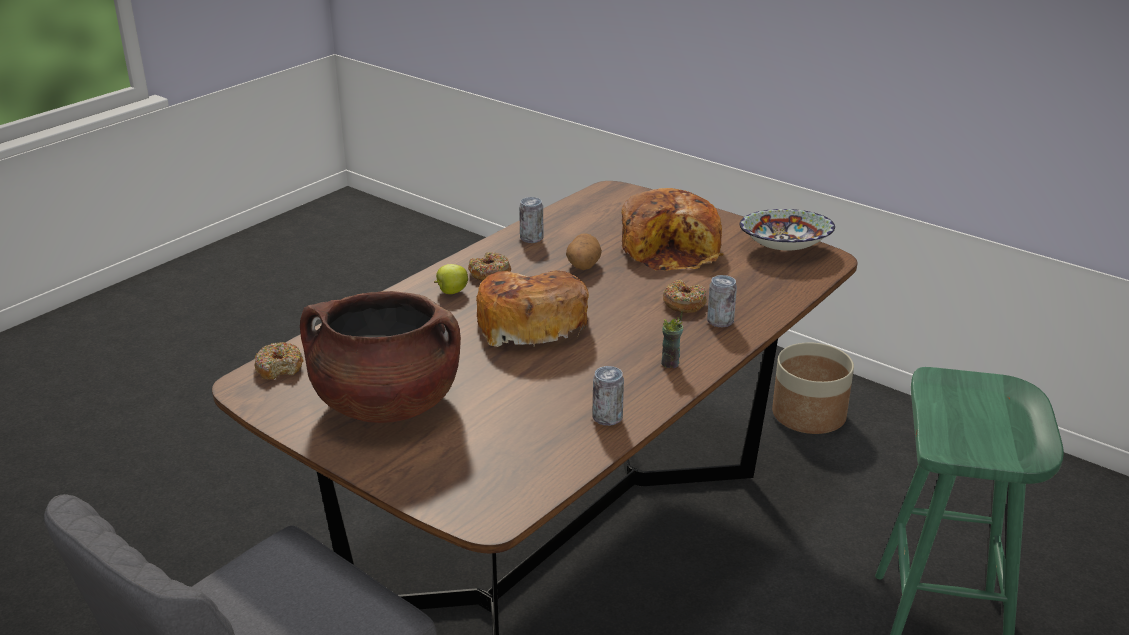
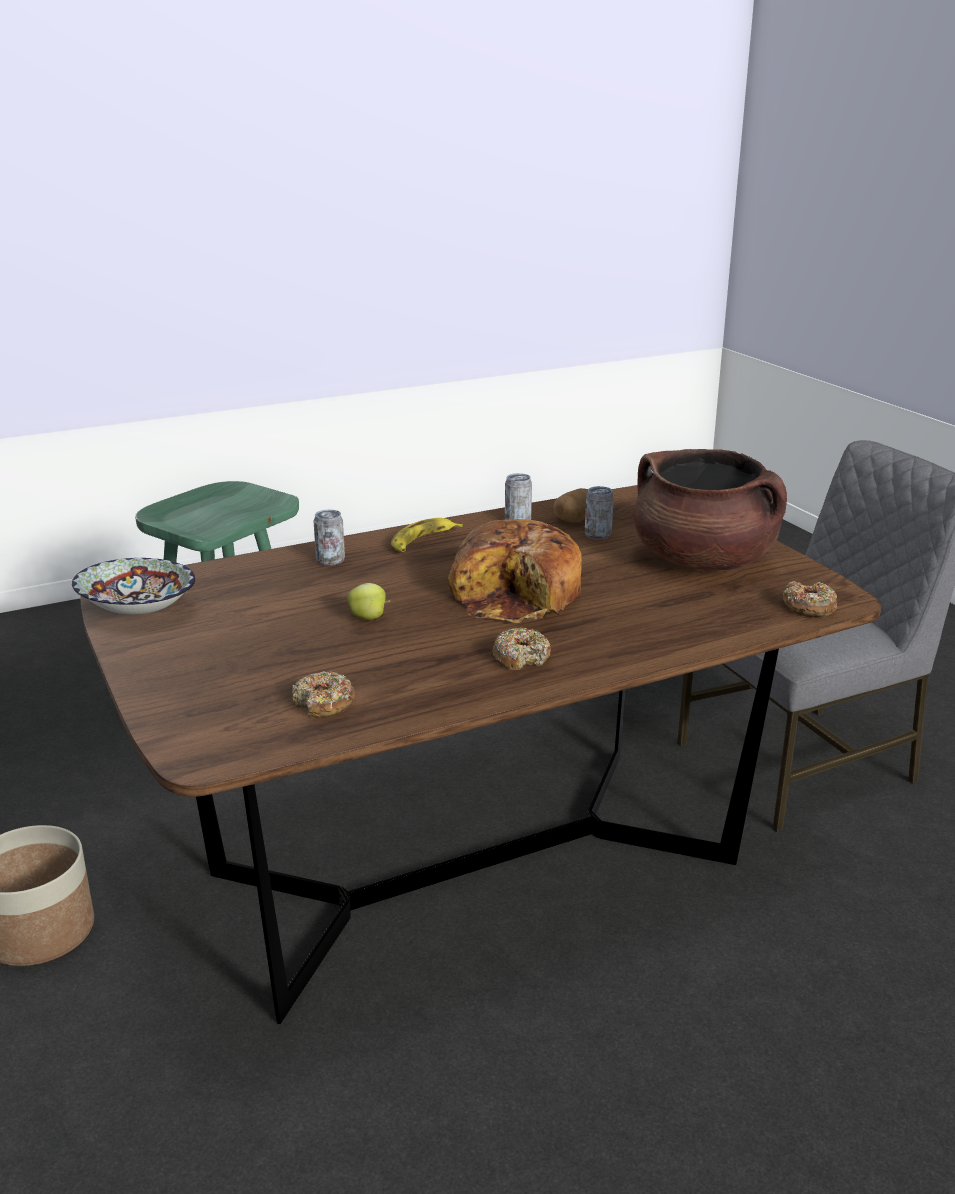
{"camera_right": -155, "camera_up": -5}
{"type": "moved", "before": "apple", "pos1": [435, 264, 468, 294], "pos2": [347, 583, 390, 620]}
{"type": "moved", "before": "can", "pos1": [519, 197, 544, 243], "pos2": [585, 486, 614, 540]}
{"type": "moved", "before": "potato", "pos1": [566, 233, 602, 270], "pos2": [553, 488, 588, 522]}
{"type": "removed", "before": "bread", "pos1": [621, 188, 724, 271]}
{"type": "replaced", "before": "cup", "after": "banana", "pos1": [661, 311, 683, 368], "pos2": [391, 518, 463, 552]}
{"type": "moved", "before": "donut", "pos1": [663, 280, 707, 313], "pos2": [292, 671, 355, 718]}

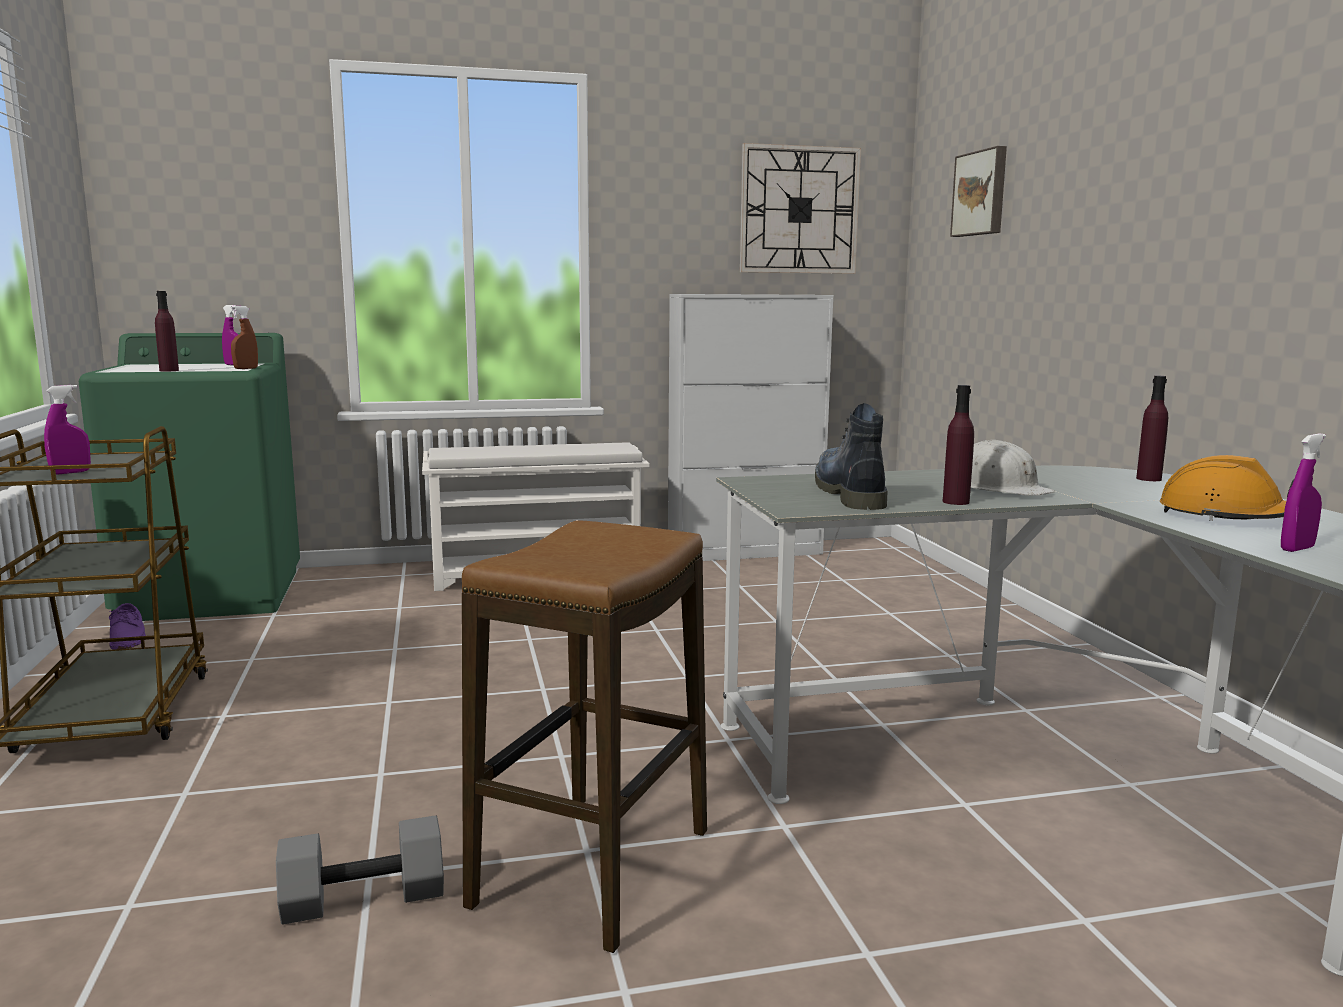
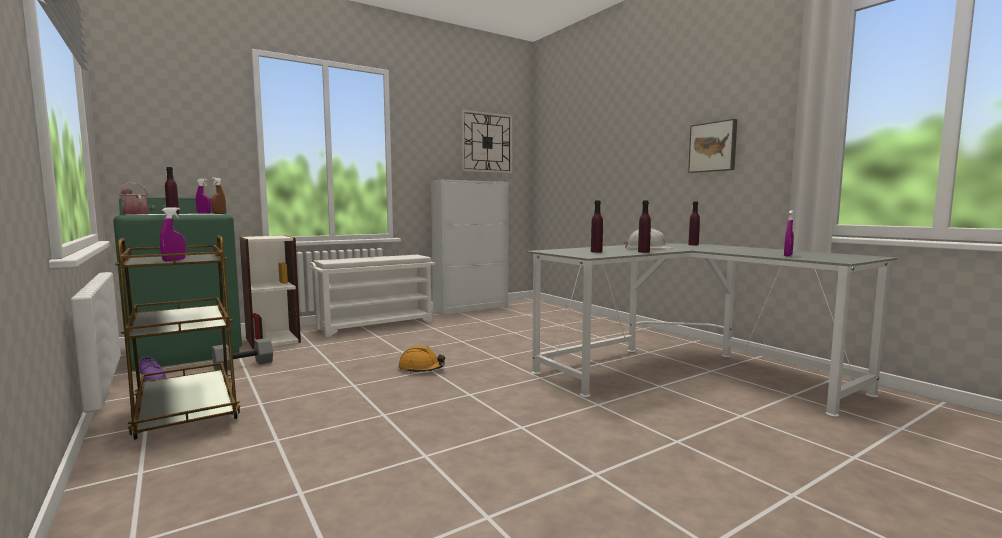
{"camera_right": -20, "camera_up": -5}
{"type": "moved", "before": "dumbbell in grey", "pos1": [276, 815, 444, 925], "pos2": [212, 338, 273, 370]}
{"type": "removed", "before": "stool", "pos1": [462, 520, 707, 953]}
{"type": "replaced", "before": "boot", "after": "bottle in purple", "pos1": [815, 403, 888, 510], "pos2": [591, 201, 603, 253]}
{"type": "moved", "before": "picture", "pos1": [950, 146, 1007, 237], "pos2": [688, 119, 737, 173]}
{"type": "moved", "before": "hard hat in orange", "pos1": [1160, 455, 1294, 521], "pos2": [398, 346, 445, 373]}
{"type": "added", "after": "watering can", "pos2": [119, 183, 148, 215]}
{"type": "added", "after": "bookcase", "pos2": [239, 235, 301, 349]}

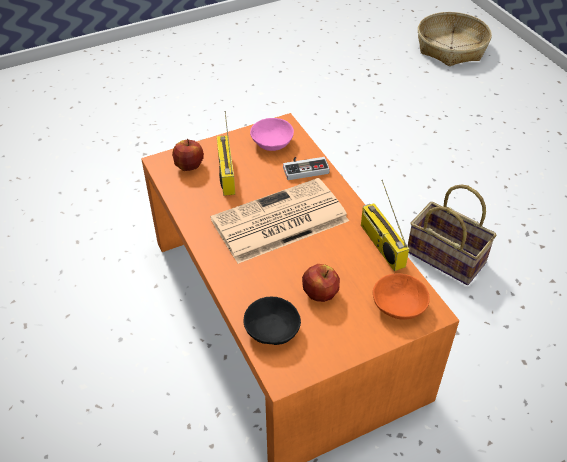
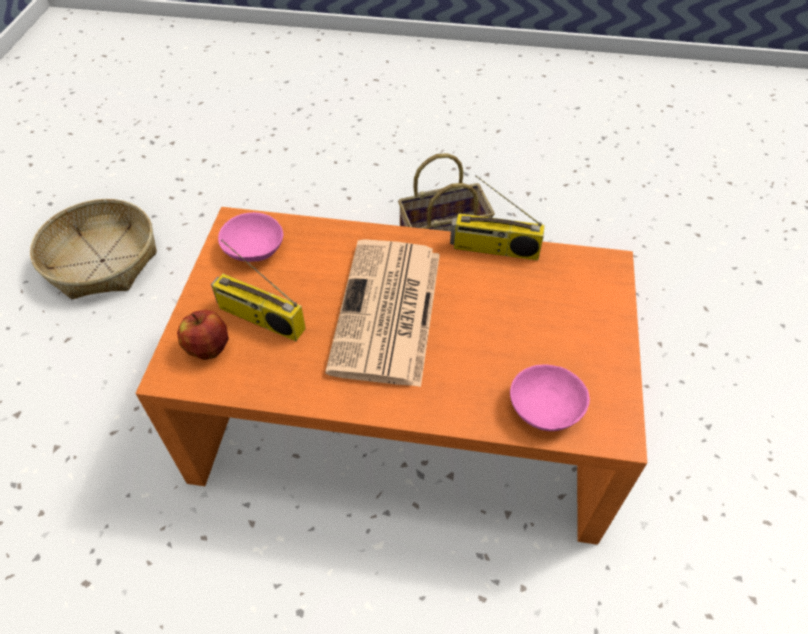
{"camera_right": -55, "camera_up": 5}
{"type": "recoloured", "before": "bowl in black", "after": "bowl in pink", "pos1": [243, 297, 301, 345], "pos2": [510, 364, 590, 431]}
{"type": "removed", "before": "game controller", "pos1": [283, 157, 330, 180]}
{"type": "removed", "before": "apple", "pos1": [302, 264, 340, 302]}
{"type": "removed", "before": "bowl in orange", "pos1": [373, 273, 430, 320]}
{"type": "moved", "before": "basket", "pos1": [418, 12, 492, 66], "pos2": [30, 199, 157, 299]}

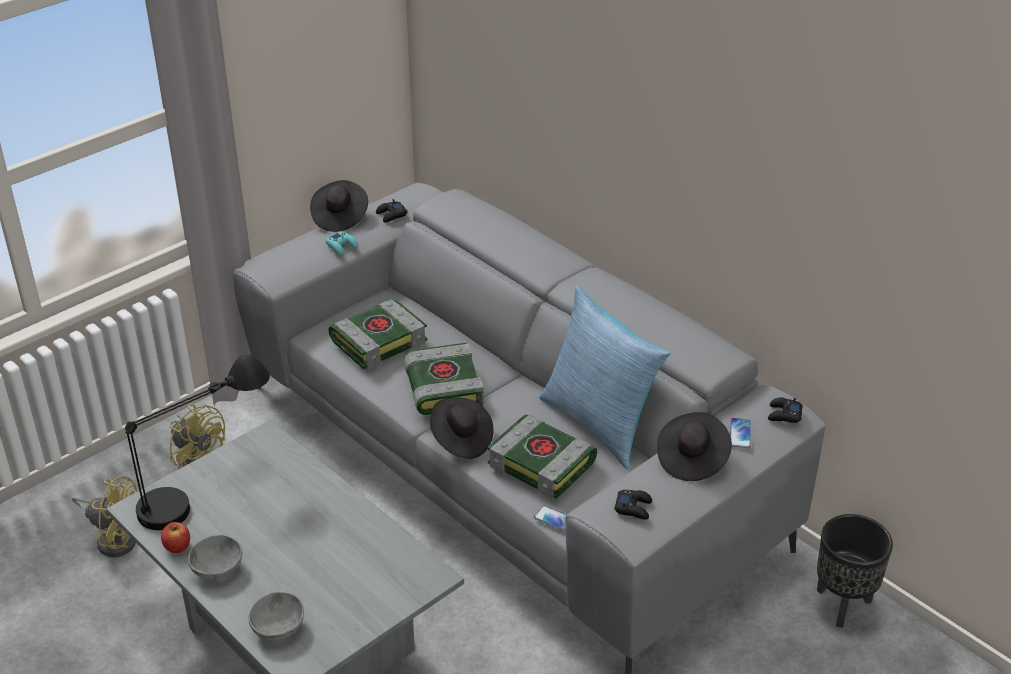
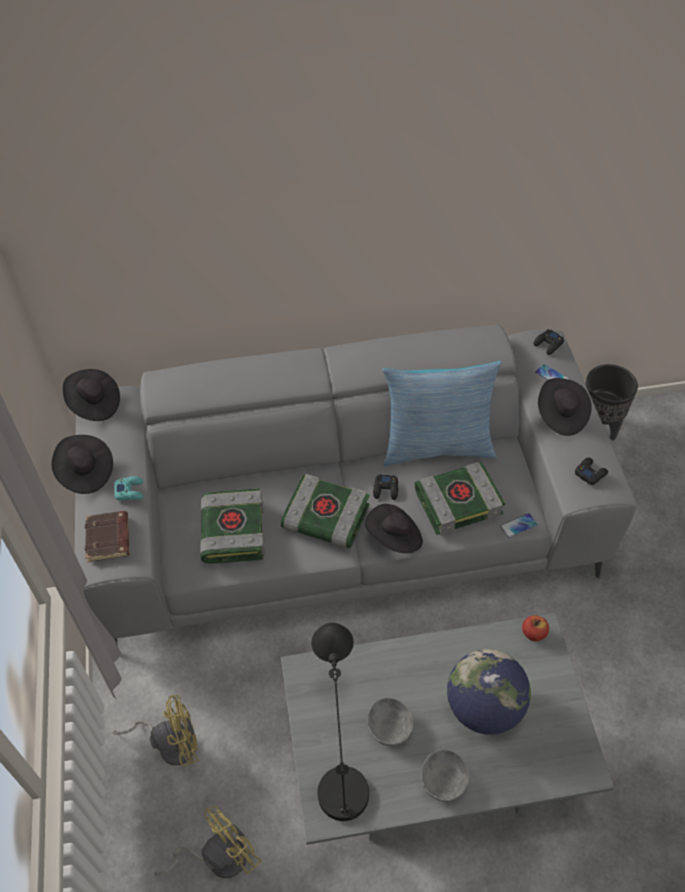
{"camera_right": -55, "camera_up": 15}
{"type": "moved", "before": "apple", "pos1": [161, 522, 190, 553], "pos2": [522, 615, 549, 641]}
{"type": "moved", "before": "bowl in grey", "pos1": [248, 592, 304, 641], "pos2": [367, 697, 414, 746]}
{"type": "moved", "before": "game controller in black", "pos1": [376, 199, 407, 223], "pos2": [373, 474, 398, 500]}
{"type": "added", "after": "hat in black", "pos2": [63, 369, 120, 421]}
{"type": "added", "after": "book in brown", "pos2": [85, 511, 129, 562]}
{"type": "added", "after": "globe", "pos2": [447, 649, 531, 735]}

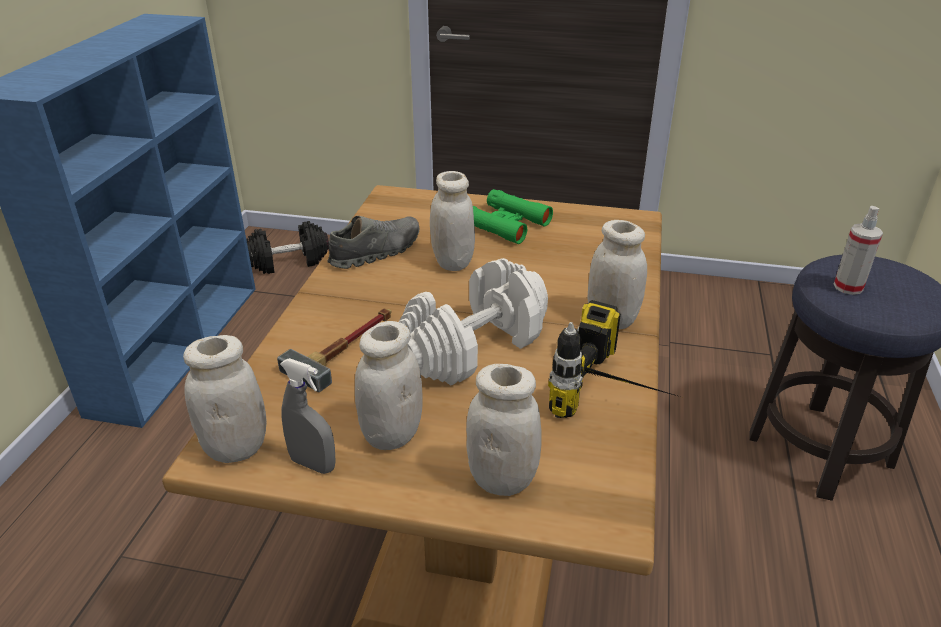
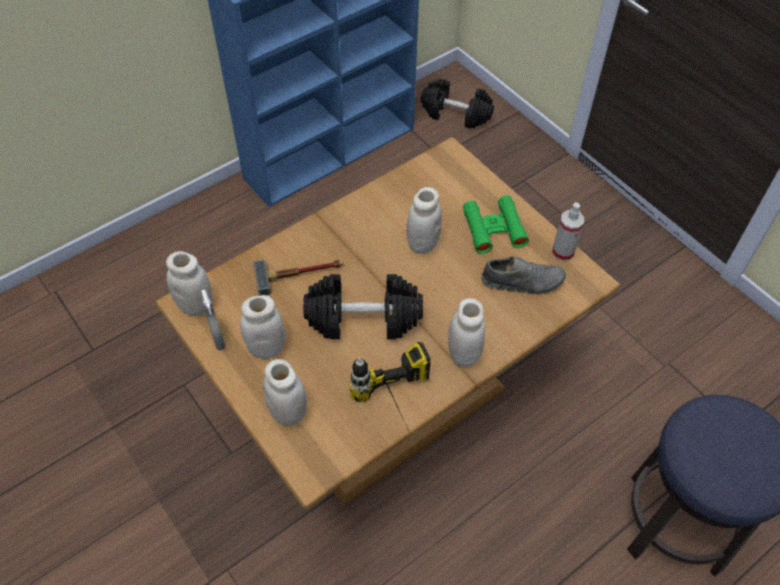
{"camera_right": 40, "camera_up": 20}
{"type": "moved", "before": "shoe in grey", "pos1": [328, 216, 419, 269], "pos2": [481, 257, 566, 295]}
{"type": "recoloured", "before": "dumbbell in white", "after": "dumbbell in black", "pos1": [399, 258, 548, 386], "pos2": [303, 274, 423, 339]}
{"type": "moved", "before": "spray bottle", "pos1": [834, 206, 883, 295], "pos2": [552, 202, 584, 261]}

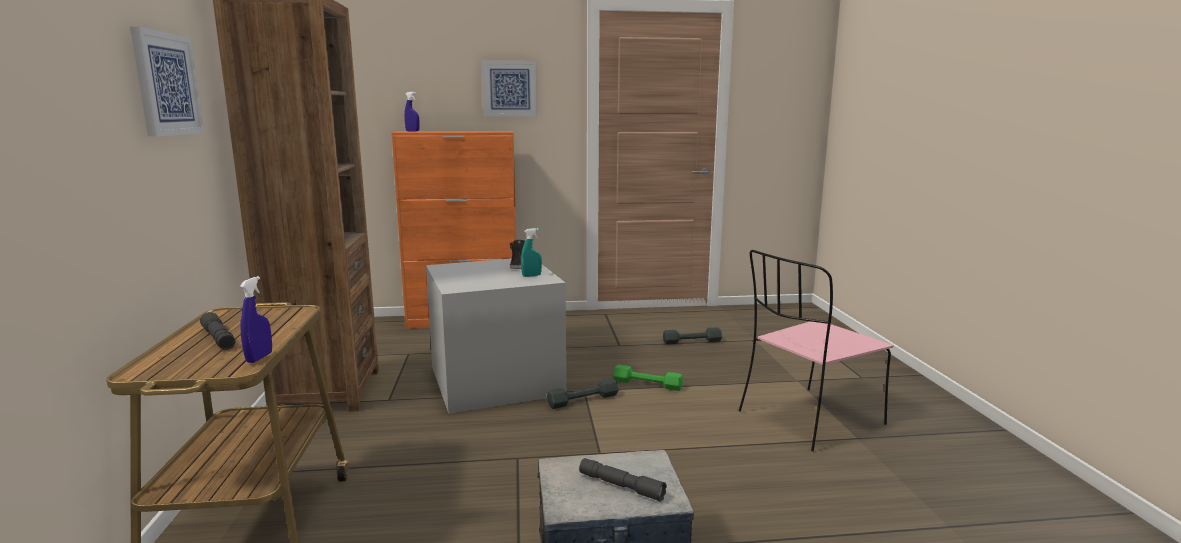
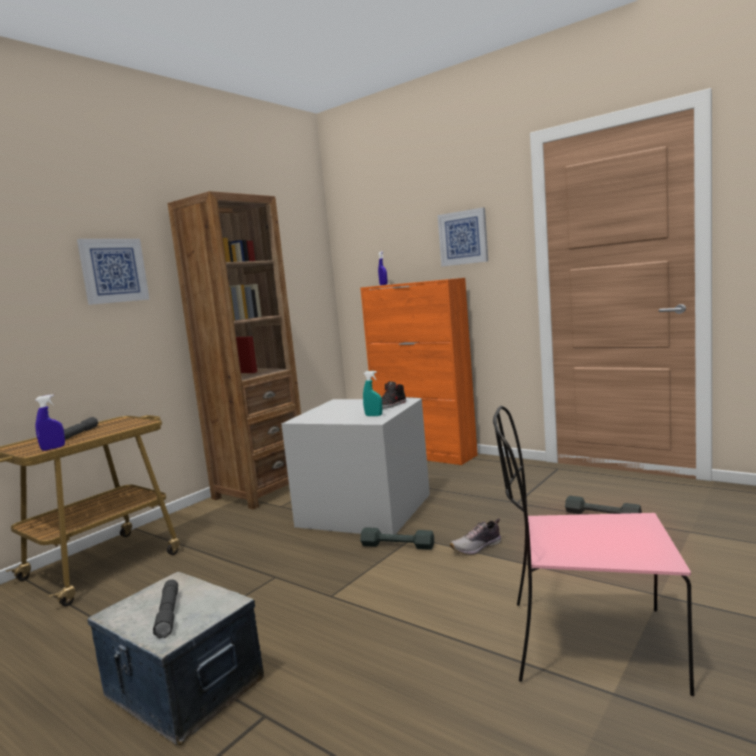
{"camera_right": 45, "camera_up": -5}
{"type": "replaced", "before": "dumbbell in green", "after": "shoe", "pos1": [613, 364, 683, 391], "pos2": [450, 518, 501, 555]}

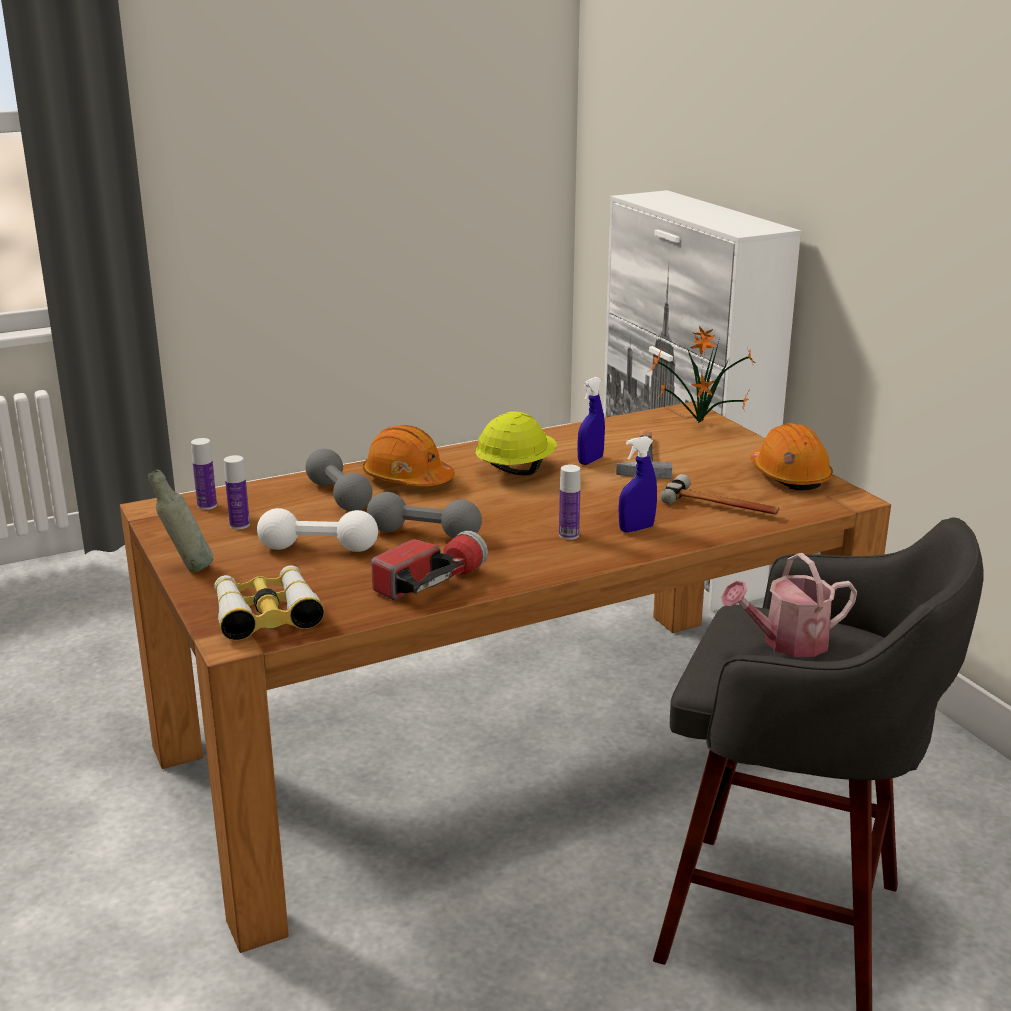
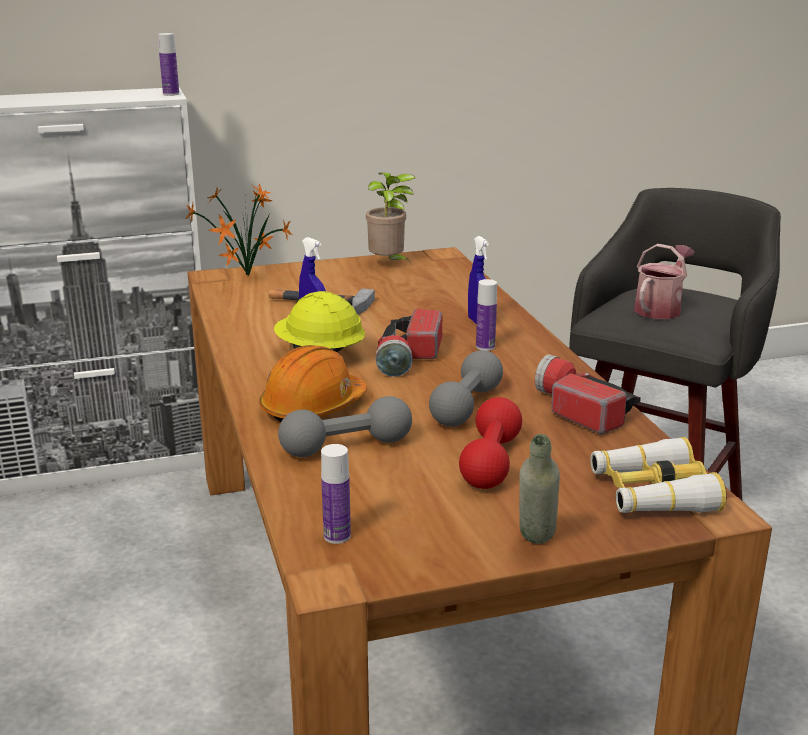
{"camera_right": -80, "camera_up": 0}
{"type": "moved", "before": "bottle", "pos1": [224, 455, 250, 529], "pos2": [158, 33, 179, 96]}
{"type": "recoloured", "before": "dumbbell in white", "after": "dumbbell in red", "pos1": [257, 508, 378, 552], "pos2": [459, 397, 522, 489]}
{"type": "removed", "before": "hammer", "pos1": [661, 474, 779, 514]}
{"type": "turned", "before": "watering can", "pos1": [721, 553, 857, 657], "pos2": [634, 244, 695, 319], "turn": -135}
{"type": "replaced", "before": "hard hat in orange", "after": "potted plant", "pos1": [750, 423, 833, 490], "pos2": [366, 173, 416, 263]}
{"type": "added", "after": "flashlight", "pos2": [376, 309, 442, 377]}

